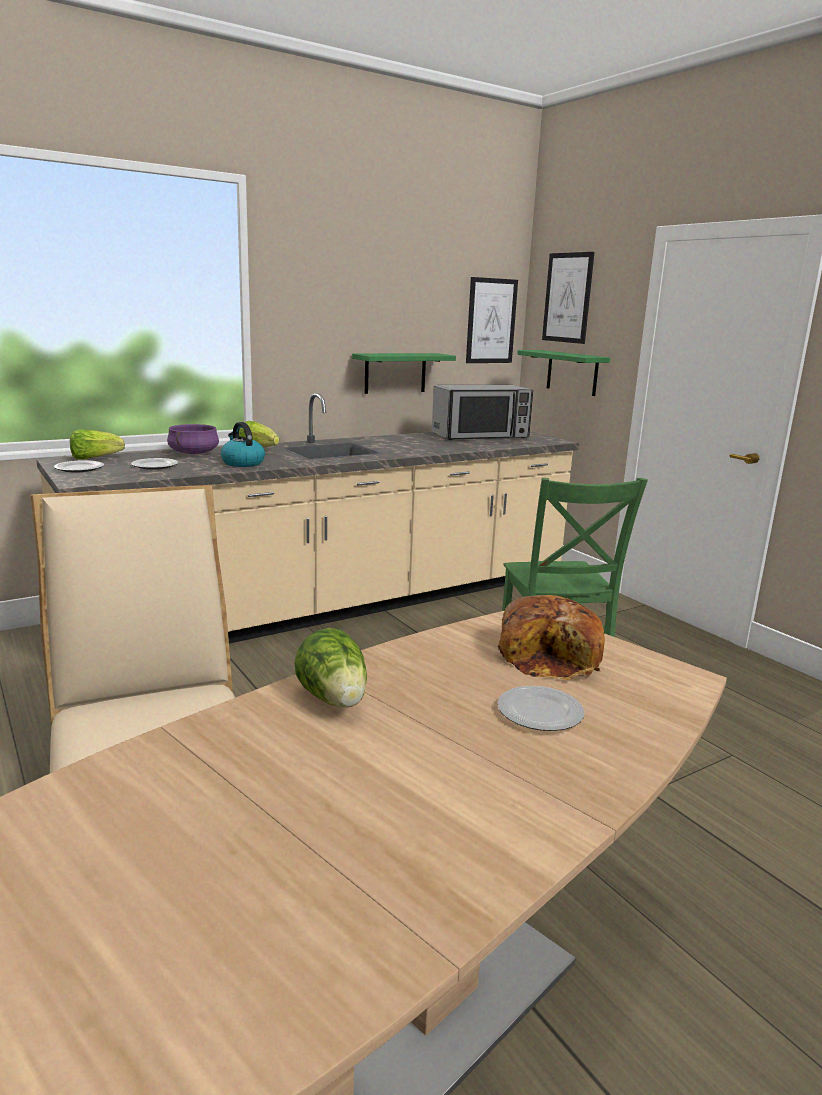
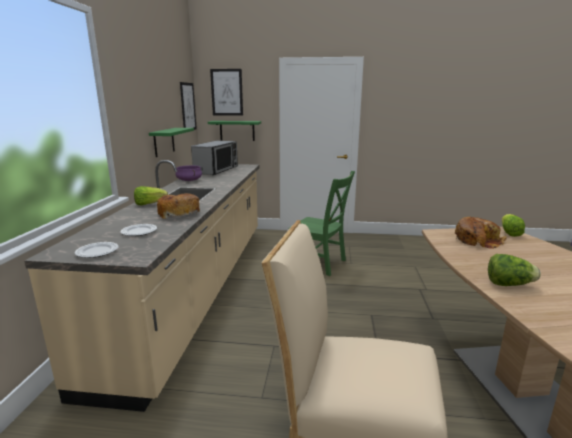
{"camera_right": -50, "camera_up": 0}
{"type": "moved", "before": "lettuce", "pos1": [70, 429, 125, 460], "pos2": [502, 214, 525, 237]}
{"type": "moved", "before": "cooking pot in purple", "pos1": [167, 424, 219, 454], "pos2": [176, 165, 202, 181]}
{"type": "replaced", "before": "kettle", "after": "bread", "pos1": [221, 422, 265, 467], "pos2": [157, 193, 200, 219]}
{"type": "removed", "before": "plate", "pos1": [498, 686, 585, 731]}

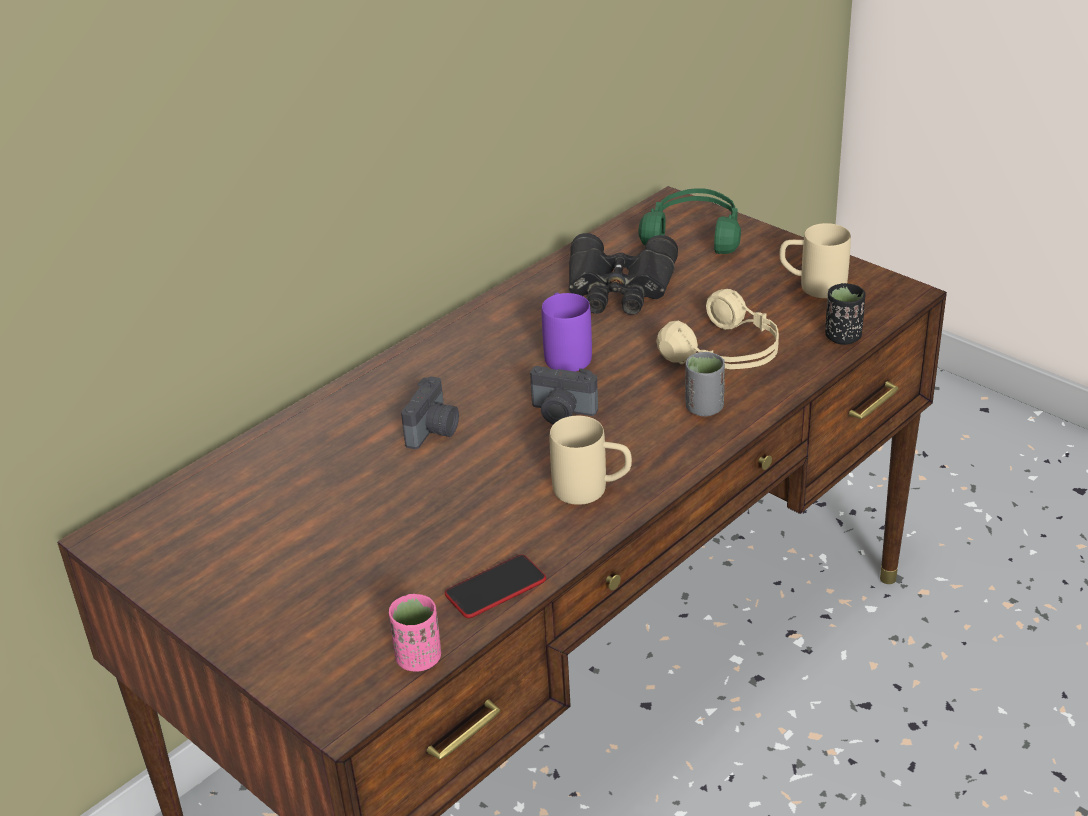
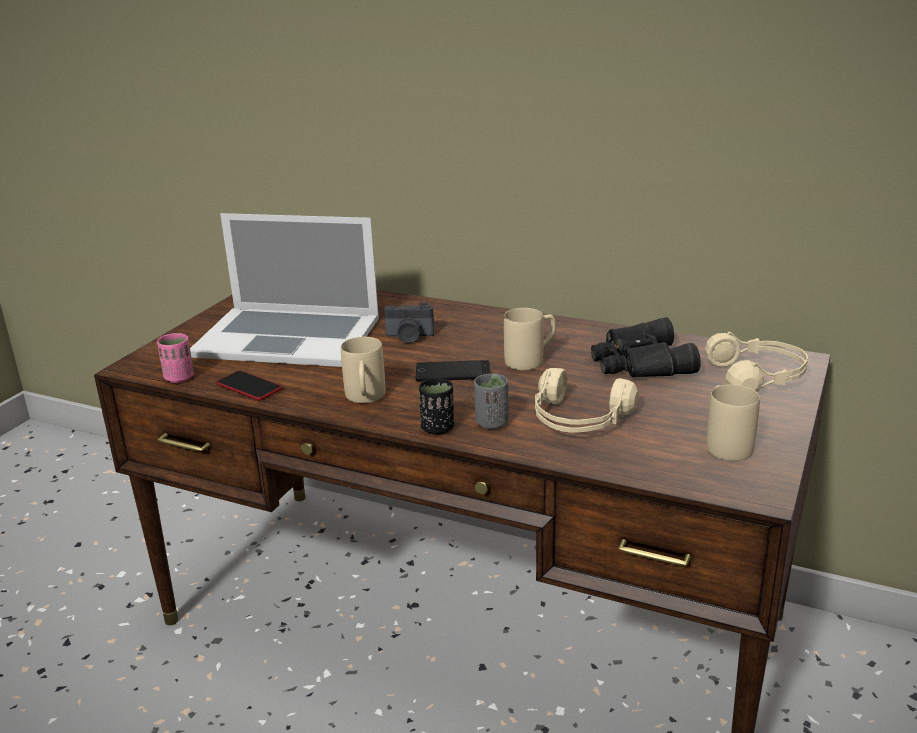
{"camera_right": 70, "camera_up": -10}
{"type": "replaced", "before": "photo camera", "after": "phone", "pos1": [530, 366, 598, 424], "pos2": [416, 360, 491, 381]}
{"type": "recoloured", "before": "mug in purple", "after": "mug in beige", "pos1": [542, 293, 592, 372], "pos2": [504, 308, 556, 370]}
{"type": "recoloured", "before": "headphones in green", "after": "headphones in beige", "pos1": [638, 188, 741, 254], "pos2": [705, 332, 808, 392]}
{"type": "moved", "before": "cup in black", "pos1": [825, 283, 865, 345], "pos2": [419, 378, 454, 435]}
{"type": "added", "after": "laptop", "pos2": [190, 213, 379, 367]}

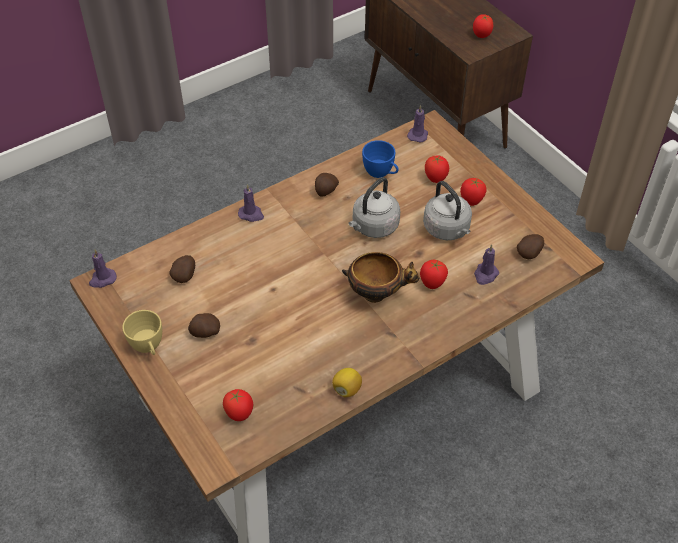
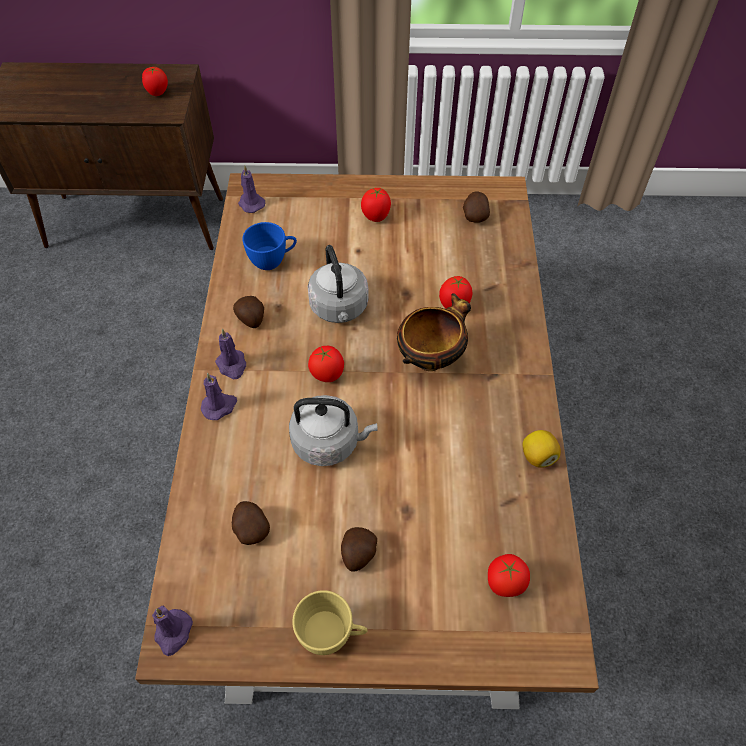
{"camera_right": -55, "camera_up": 5}
{"type": "moved", "before": "kettle in grey", "pos1": [423, 181, 472, 240], "pos2": [289, 395, 377, 466]}
{"type": "moved", "before": "tomato", "pos1": [425, 155, 449, 183], "pos2": [308, 346, 344, 382]}
{"type": "moved", "before": "candle in purple", "pos1": [474, 244, 499, 285], "pos2": [215, 329, 246, 379]}

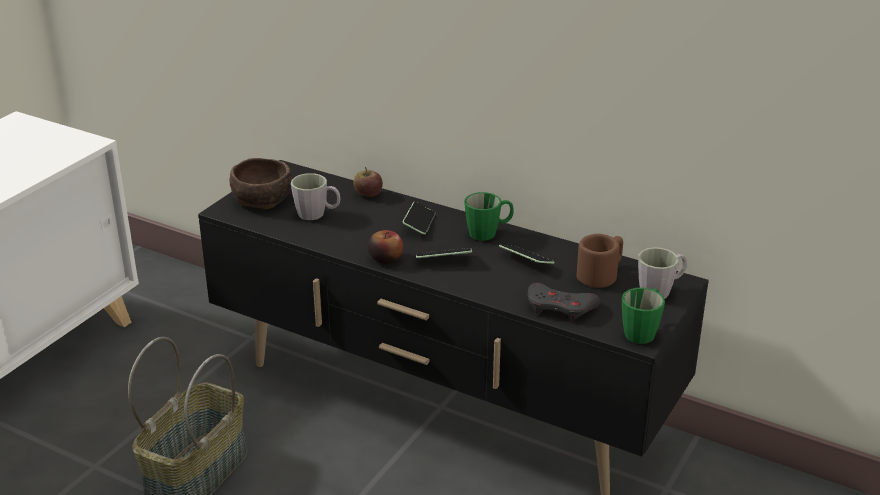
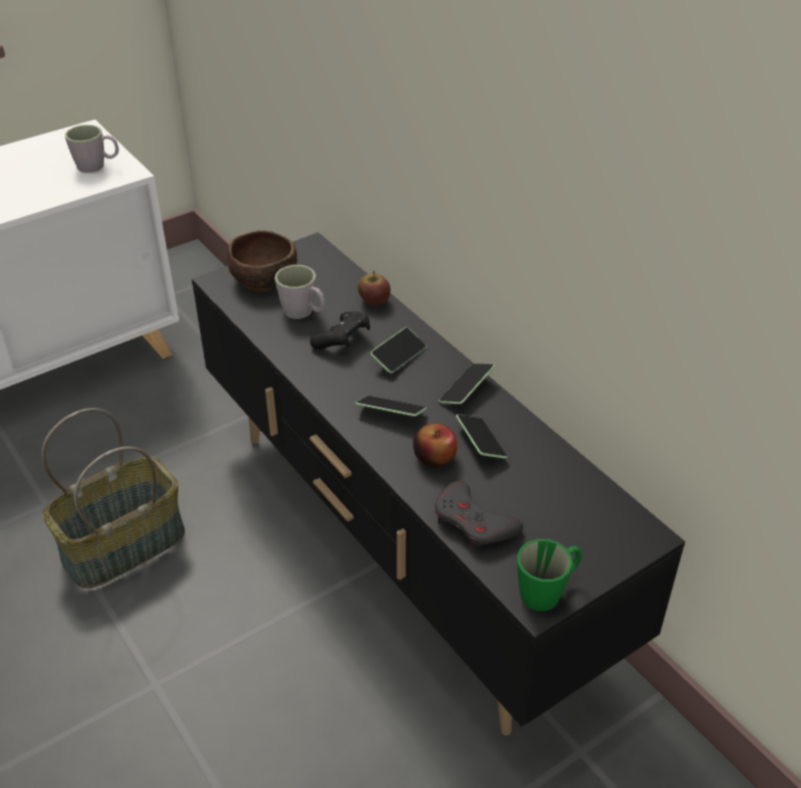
{"camera_right": 25, "camera_up": 10}
{"type": "moved", "before": "apple", "pos1": [367, 230, 403, 264], "pos2": [413, 424, 457, 467]}
{"type": "replaced", "before": "mug in green", "after": "phone", "pos1": [464, 192, 514, 241], "pos2": [439, 363, 495, 404]}
{"type": "removed", "before": "mug in brown", "pos1": [577, 234, 623, 288]}
{"type": "moved", "before": "mug in grey", "pos1": [638, 247, 687, 299], "pos2": [65, 125, 119, 173]}
{"type": "added", "after": "game controller in black", "pos2": [310, 311, 370, 349]}

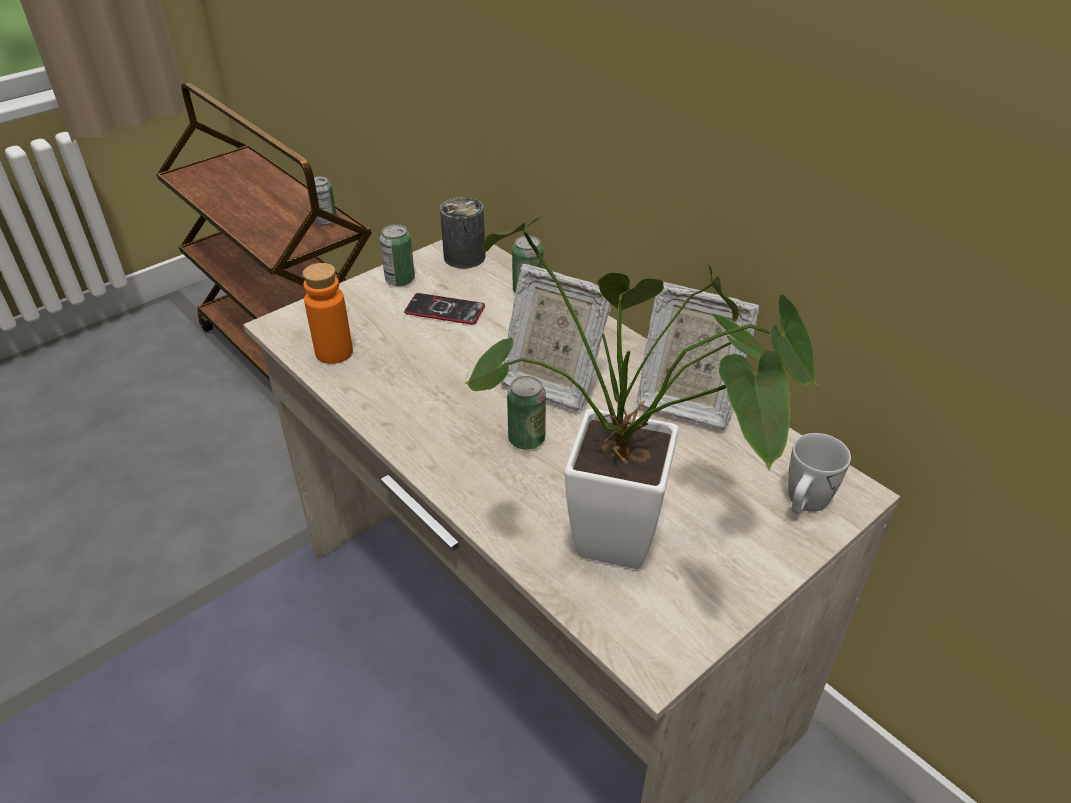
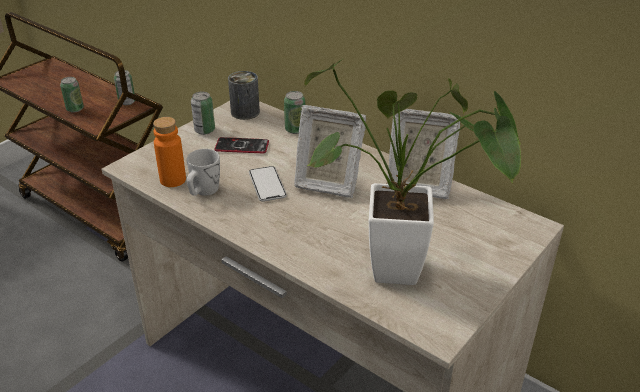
{"camera_right": -10, "camera_up": -5}
{"type": "moved", "before": "can", "pos1": [507, 376, 546, 450], "pos2": [60, 77, 84, 113]}
{"type": "moved", "before": "mug in white", "pos1": [788, 433, 851, 514], "pos2": [187, 149, 220, 196]}
{"type": "added", "after": "phone", "pos2": [249, 166, 287, 202]}

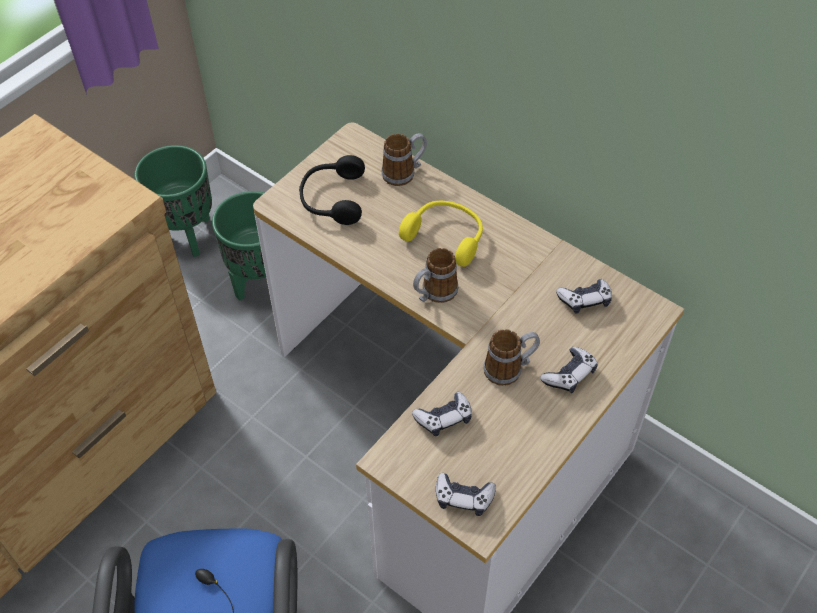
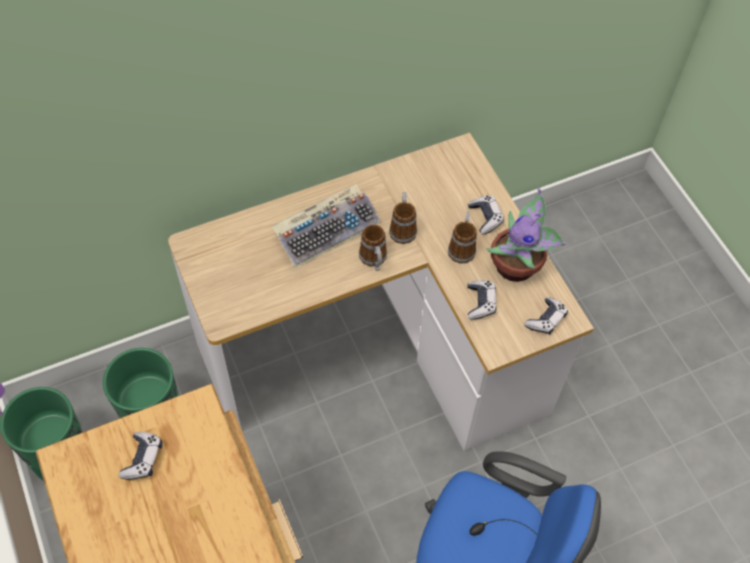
{"camera_right": -65, "camera_up": 5}
{"type": "removed", "before": "headphones in black", "pos1": [299, 155, 365, 225]}
{"type": "moved", "before": "mug", "pos1": [382, 133, 427, 186], "pos2": [389, 192, 417, 244]}
{"type": "replaced", "before": "headphones in yellow", "after": "keyboard", "pos1": [399, 200, 483, 267], "pos2": [272, 184, 381, 268]}
{"type": "moved", "before": "game controller", "pos1": [556, 279, 612, 314], "pos2": [119, 432, 162, 480]}
{"type": "added", "after": "potted plant", "pos2": [486, 188, 566, 282]}

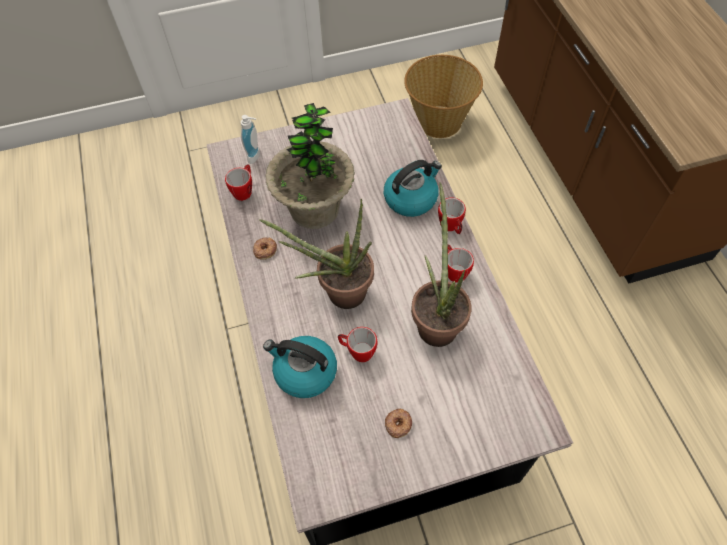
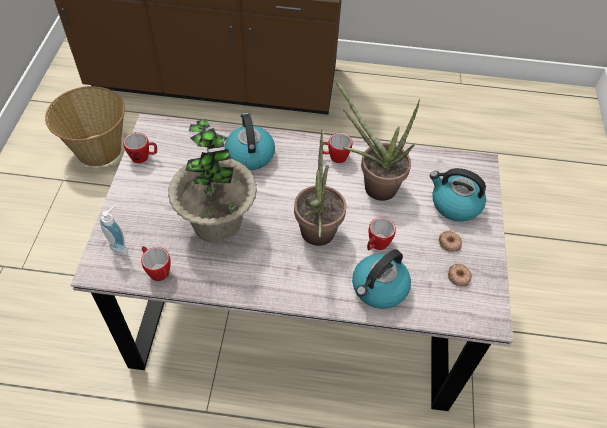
{"camera_right": -70, "camera_up": -5}
{"type": "moved", "before": "donut", "pos1": [253, 238, 277, 260], "pos2": [448, 264, 472, 287]}
{"type": "moved", "before": "mug", "pos1": [438, 197, 466, 234], "pos2": [123, 132, 157, 163]}
{"type": "added", "after": "kettle", "pos2": [430, 168, 486, 222]}

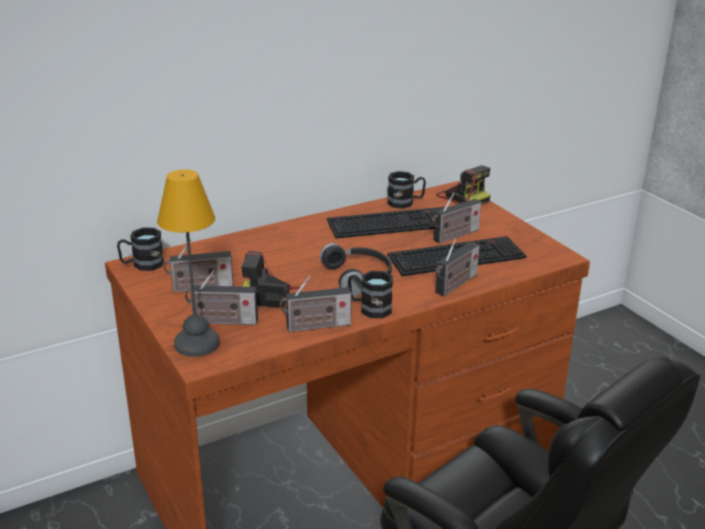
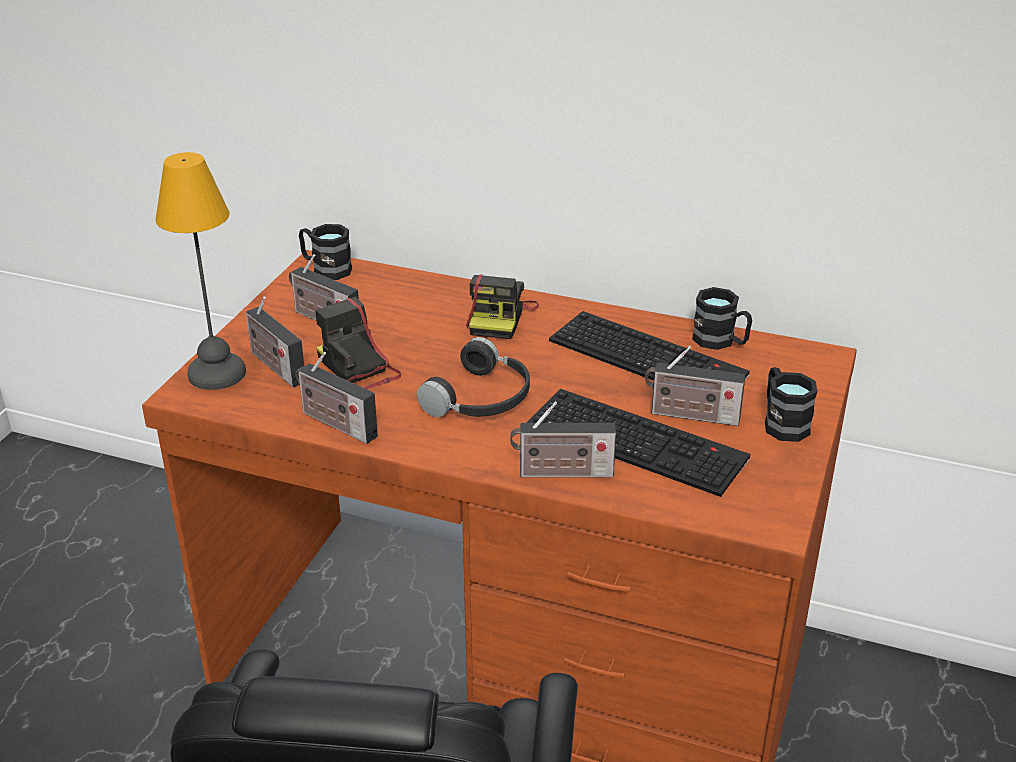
{"camera_right": 50, "camera_up": 5}
{"type": "moved", "before": "mug in black", "pos1": [348, 271, 393, 318], "pos2": [765, 367, 818, 442]}
{"type": "moved", "before": "photo camera", "pos1": [436, 165, 491, 205], "pos2": [466, 275, 539, 339]}

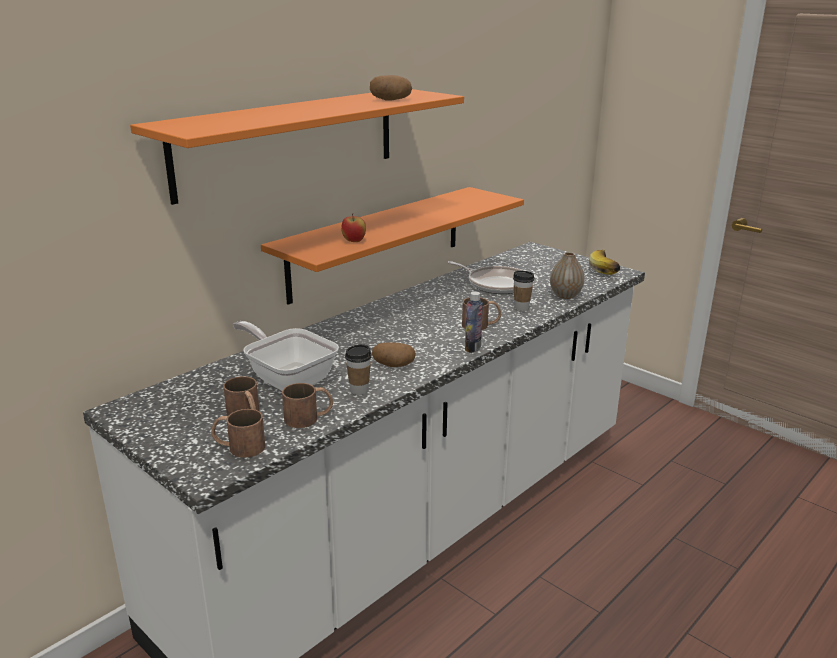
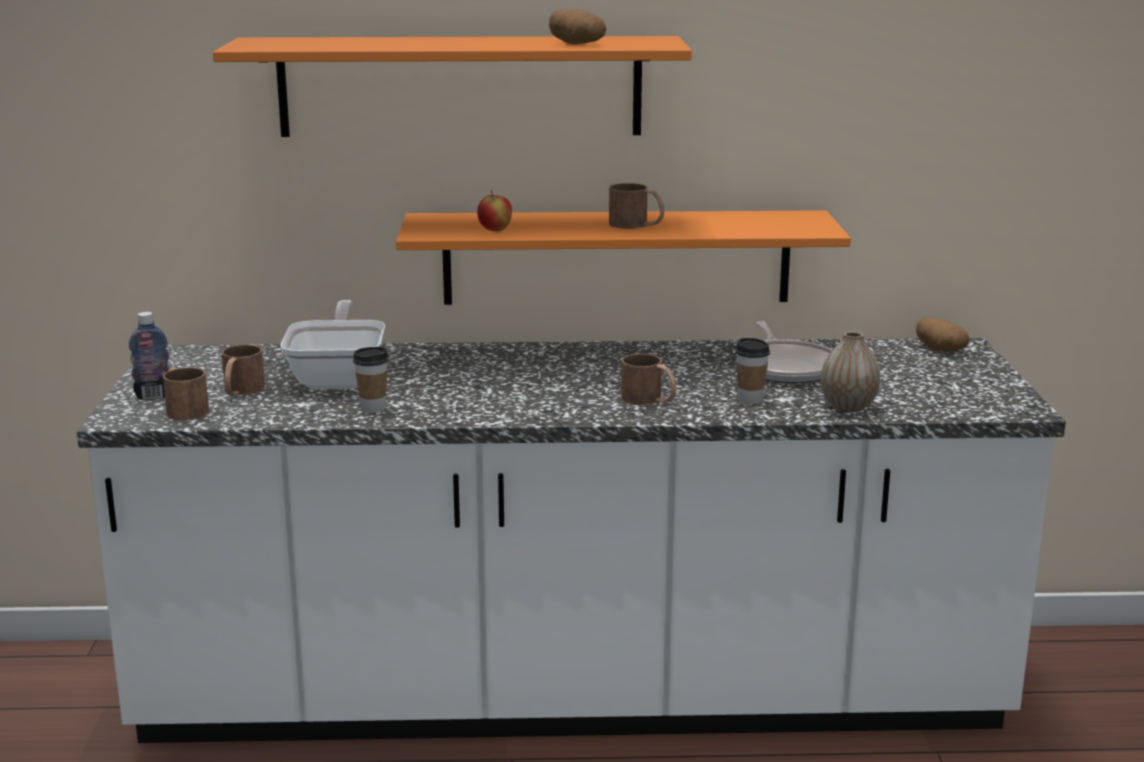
{"camera_right": 45, "camera_up": -5}
{"type": "moved", "before": "mug in brown", "pos1": [282, 383, 333, 428], "pos2": [609, 183, 664, 229]}
{"type": "moved", "before": "potato", "pos1": [372, 342, 416, 367], "pos2": [916, 318, 970, 351]}
{"type": "moved", "before": "bottle", "pos1": [465, 291, 483, 353], "pos2": [129, 312, 170, 400]}
{"type": "removed", "before": "banana", "pos1": [589, 249, 620, 275]}

